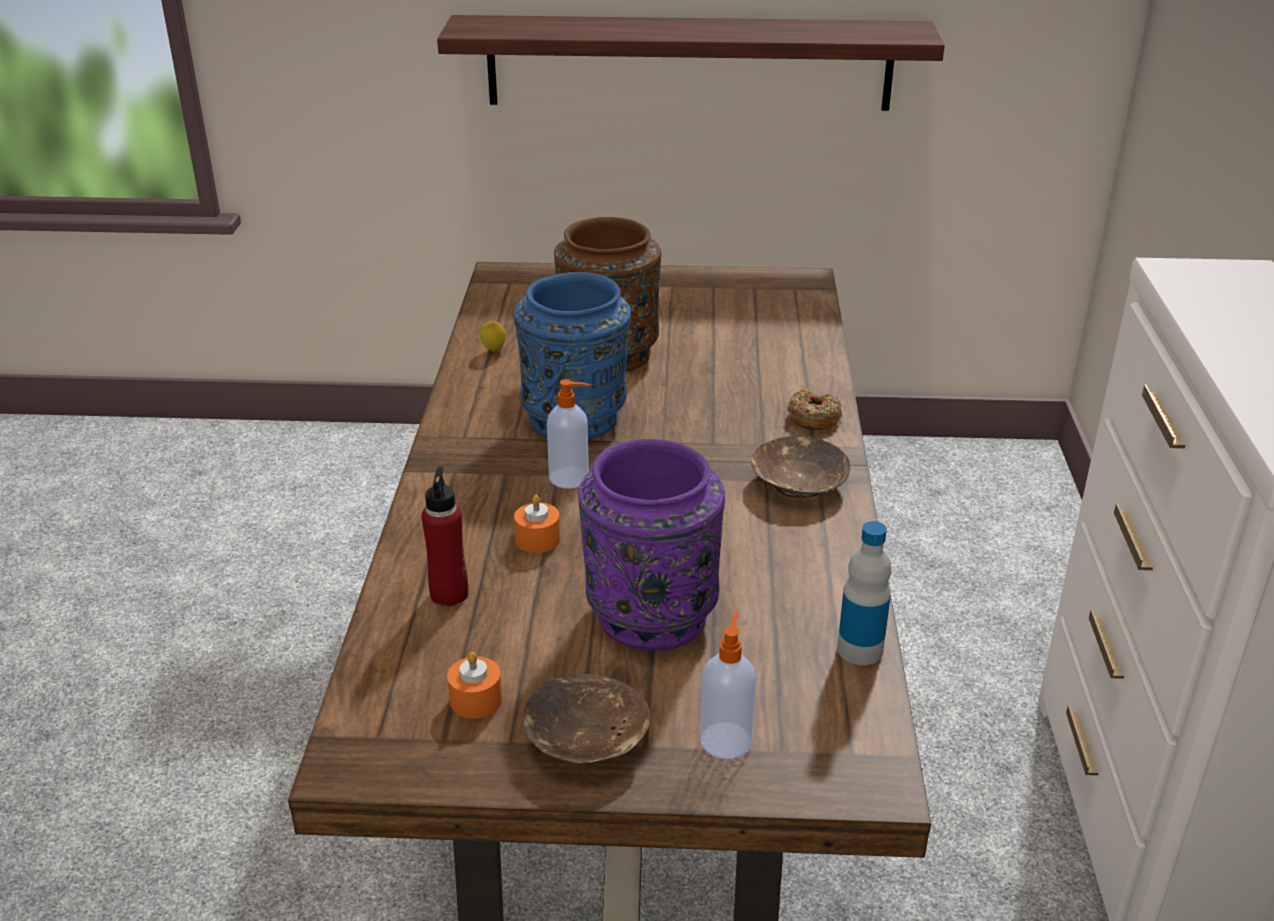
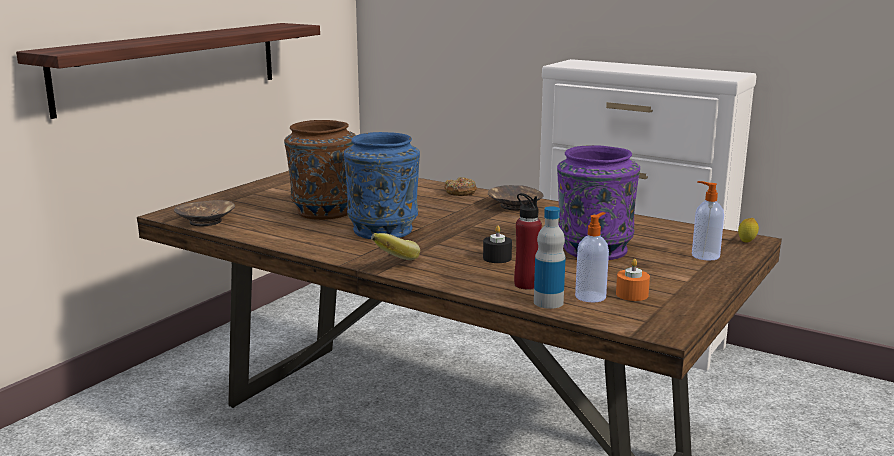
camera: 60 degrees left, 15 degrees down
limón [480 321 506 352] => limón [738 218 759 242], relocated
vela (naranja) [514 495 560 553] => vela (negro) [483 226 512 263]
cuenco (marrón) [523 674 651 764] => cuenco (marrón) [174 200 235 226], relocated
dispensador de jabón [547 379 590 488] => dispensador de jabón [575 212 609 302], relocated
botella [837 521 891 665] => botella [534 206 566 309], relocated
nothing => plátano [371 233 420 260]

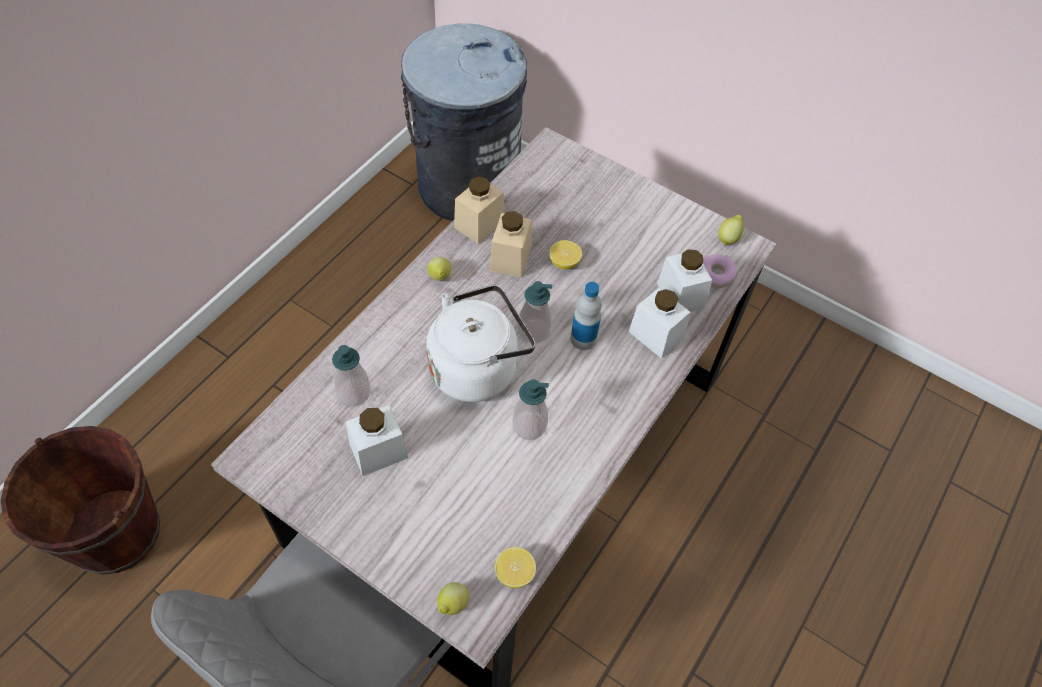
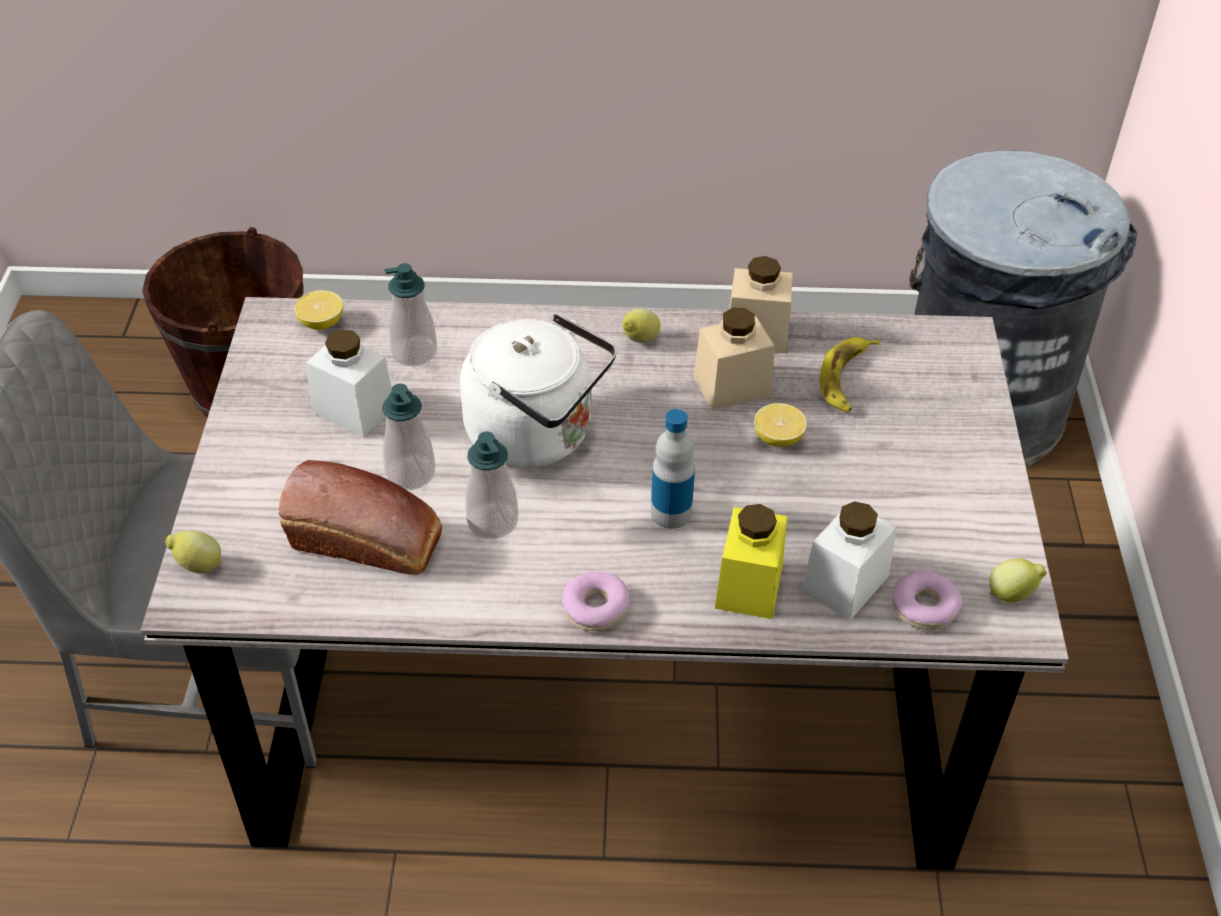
camera: 60 degrees right, 10 degrees down
limón [495 547 536 588] => limón [294 290 343 330], relocated
dispensador de jabón [518 281 552 343] => dispensador de jabón [382 384 435 490], relocated
tarro (blanco) [629 288 691 359] => tarro (amarillo) [715 504 787 619]
nothing => pan [279 460 442 575]
nothing => rosquilla [562 571 629 631]
nothing => plátano [820 337 879 412]

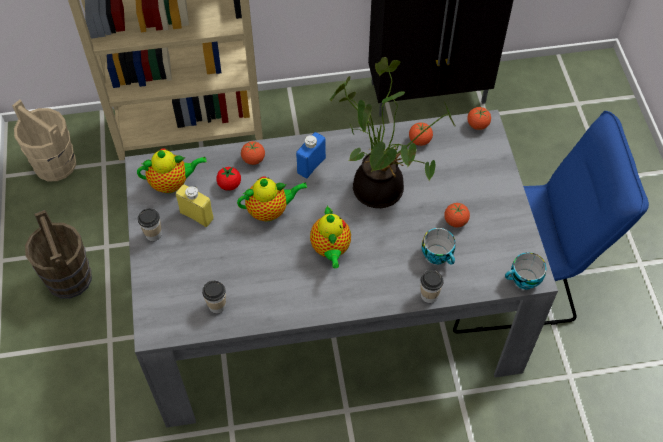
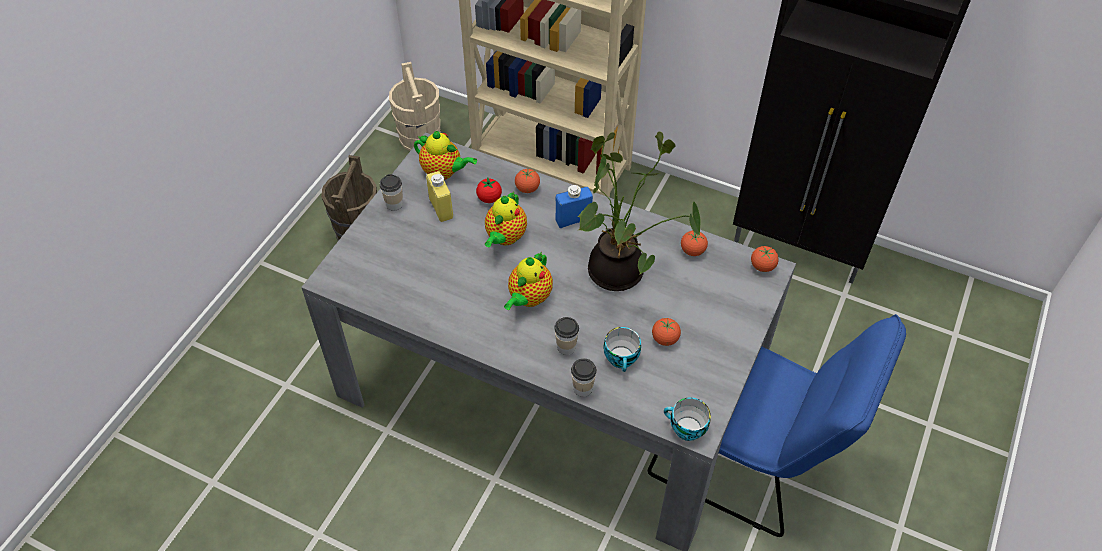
camera: 35 degrees right, 5 degrees down
taza [202 281 226 314] => taza [554 317 579 355], relocated
tetera [237 176 307 221] => tetera [485 191 527 247], 90 degrees clockwise

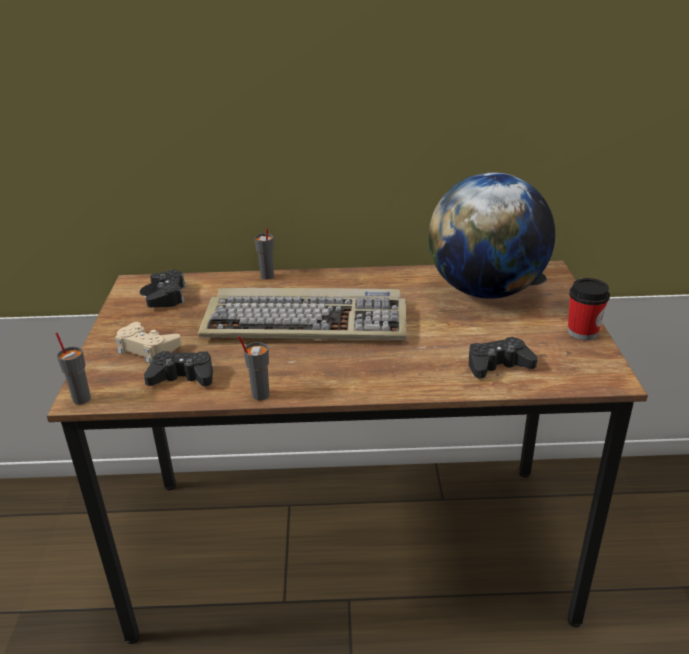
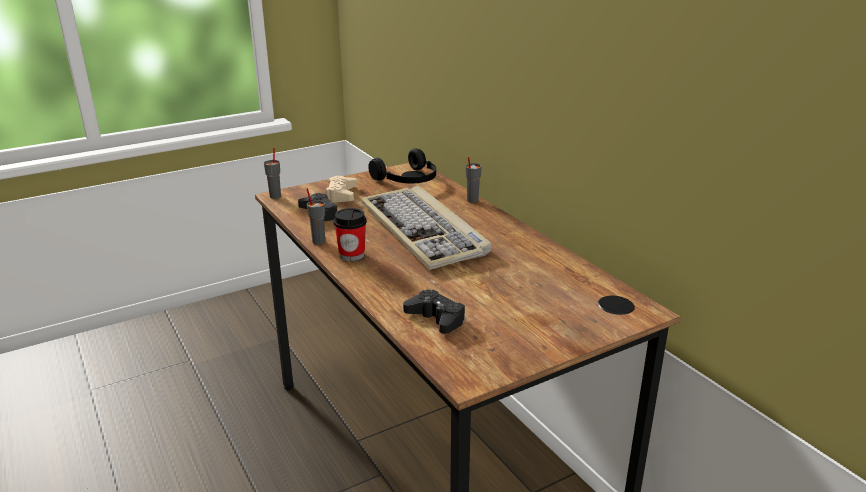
camera: 60 degrees right, 5 degrees down
mando de consola (negro) [146 270 186 307] => auriculares (negro) [368 148 436 184]
globo terráqueo [428 172 555 299] => nothing
taza [568 278 610 340] => taza [333 208 367 261], relocated

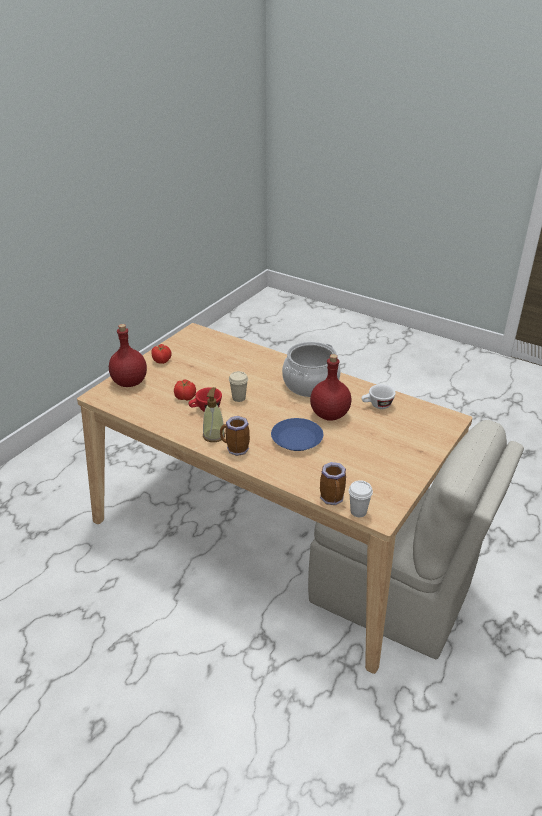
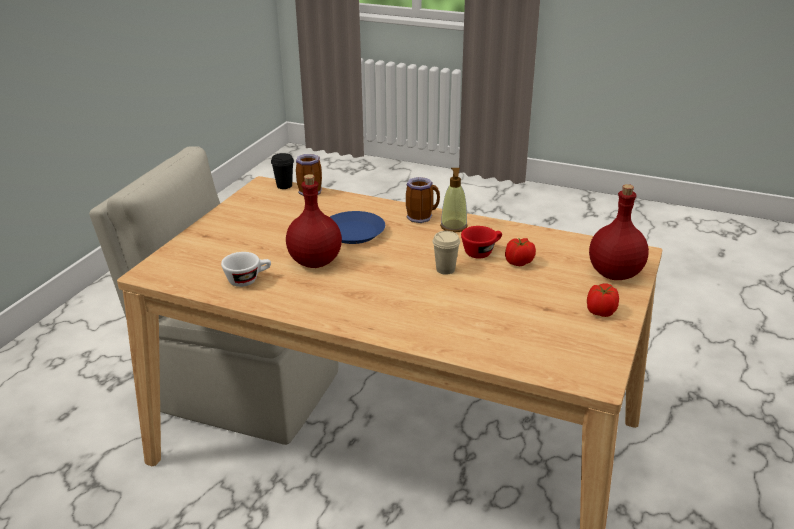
camera: 170 degrees right, 5 degrees down
olla [282 342 340 397] => nothing
taza (blanco) [349 480 373 517] => taza (negro) [271 153 294 189]

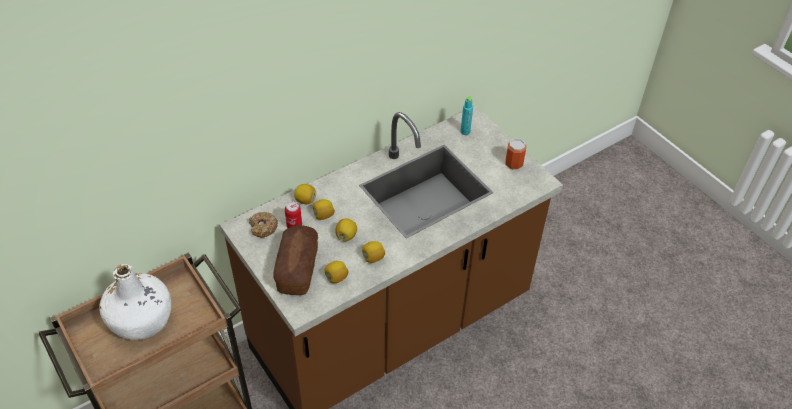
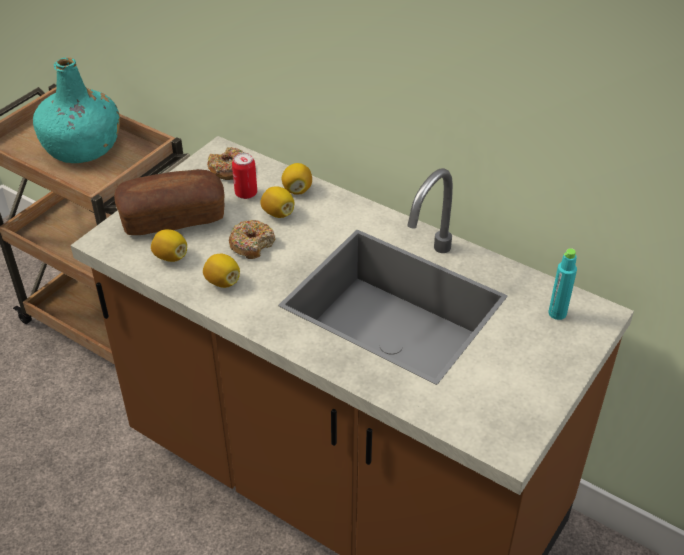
camera: 70 degrees right, 5 degrees down
botella (blanco) [99 264 171 340] => botella (turquesa) [33 57 120 163]
limón [335 218 357 241] => rosquilla [229 220 275 259]
lata [505 138 526 170] => nothing

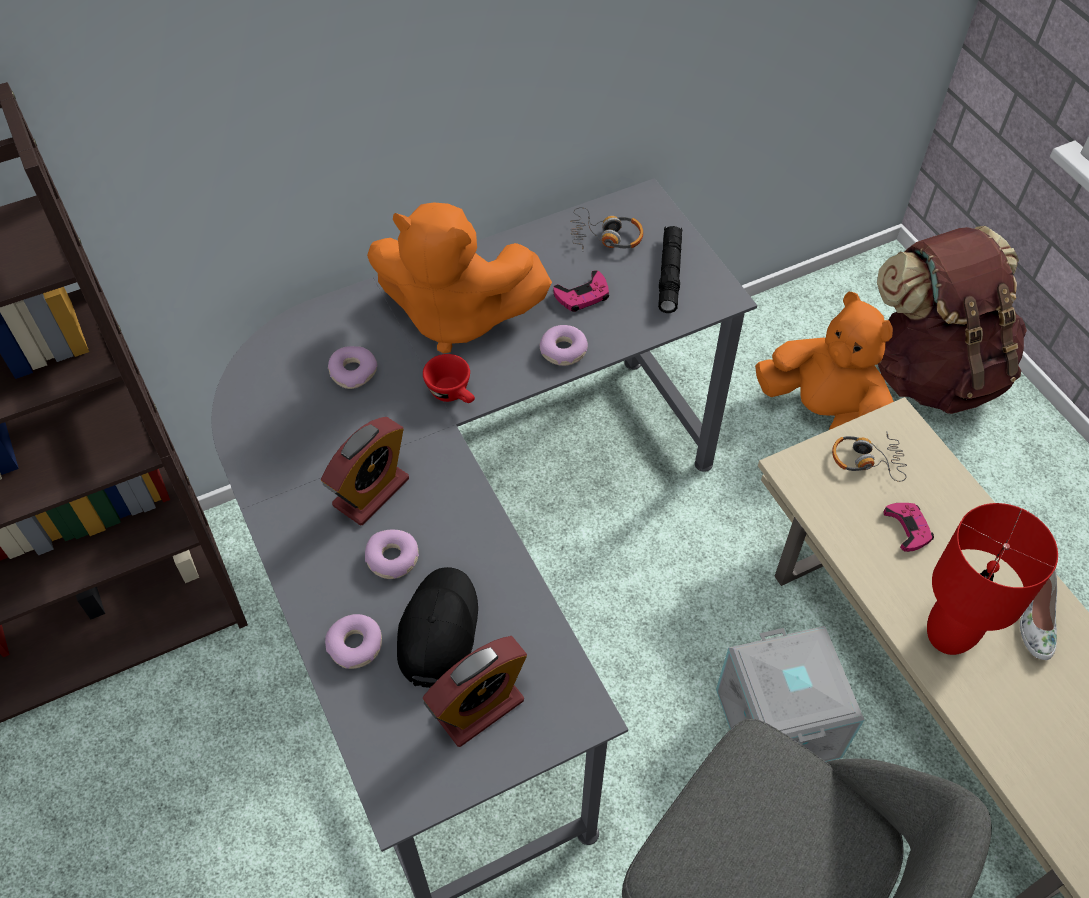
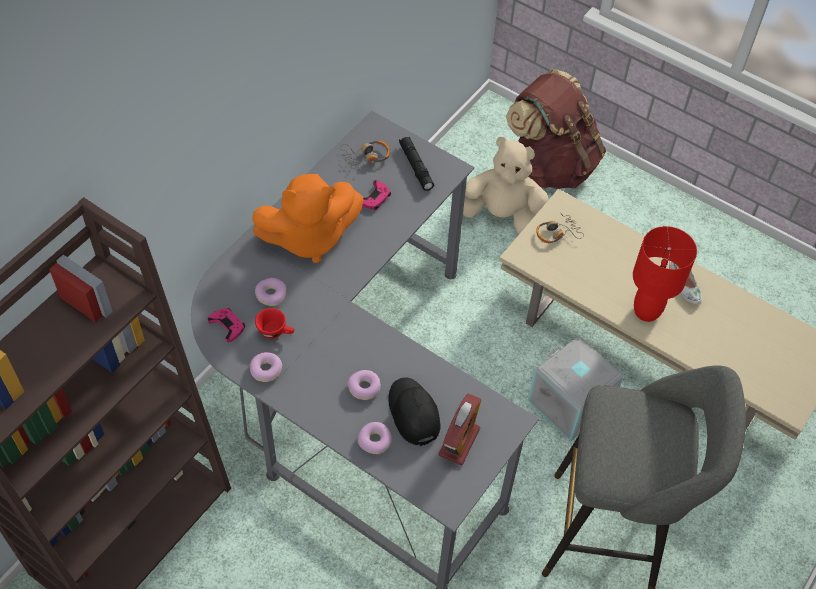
camera: 30 degrees left, 0 degrees up
despertador [321 417 409 525] => nothing
taza (rojo) [423 354 475 403] => taza (rojo) [255 308 294 339], relocated
rosquilla [540 325 588 366] => rosquilla [250 352 282 382], relocated
peluche (naranja) [755 292 894 430] => peluche (beis) [463 137 549 235]
mando de consola (rosa) [883 503 934 552] => mando de consola (rosa) [208 308 245 342], relocated

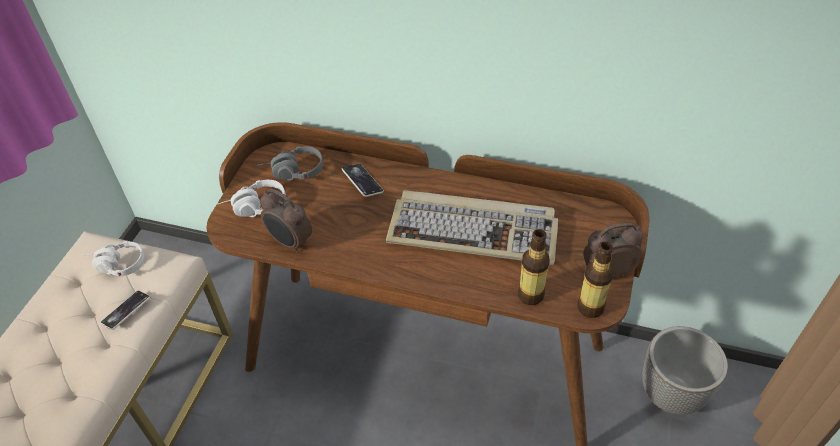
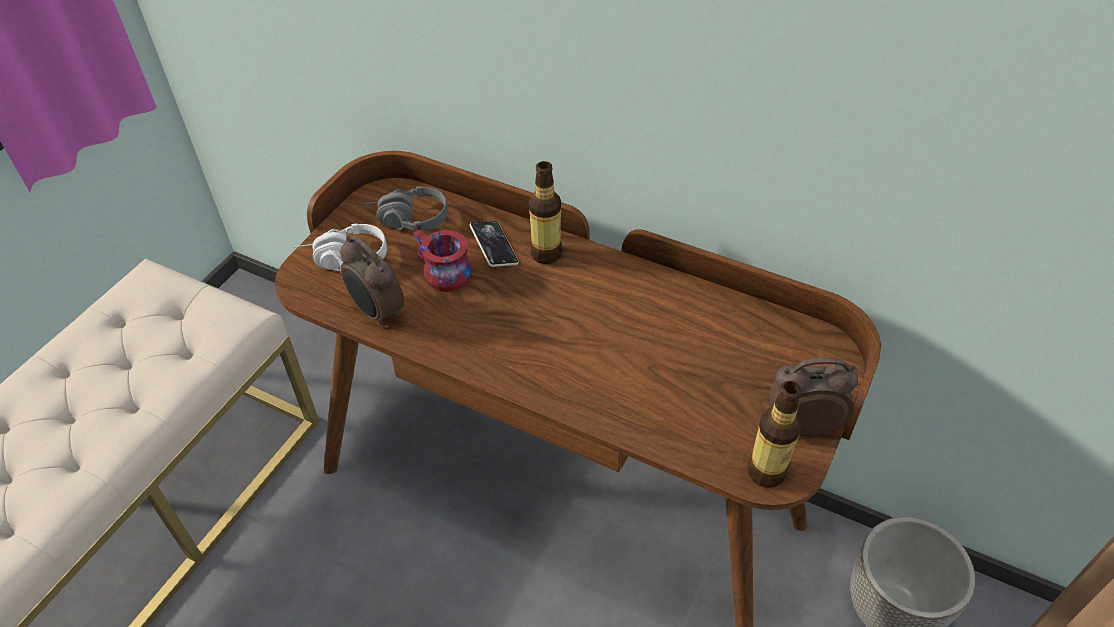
camera: 10 degrees right, 0 degrees up
auriculares (blanco) [82 241 145 277] => nothing
móvil [101 290 150 330] => nothing
teclado [386 190 558 265] => nothing
botella [518 229 550 305] => botella [529 161 562 264], relocated
nothing => taza grande (rojo) [413 229 472 292]

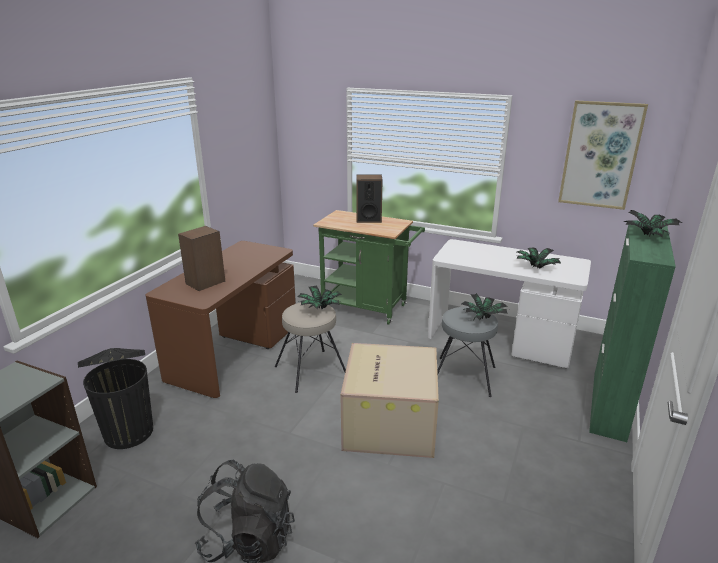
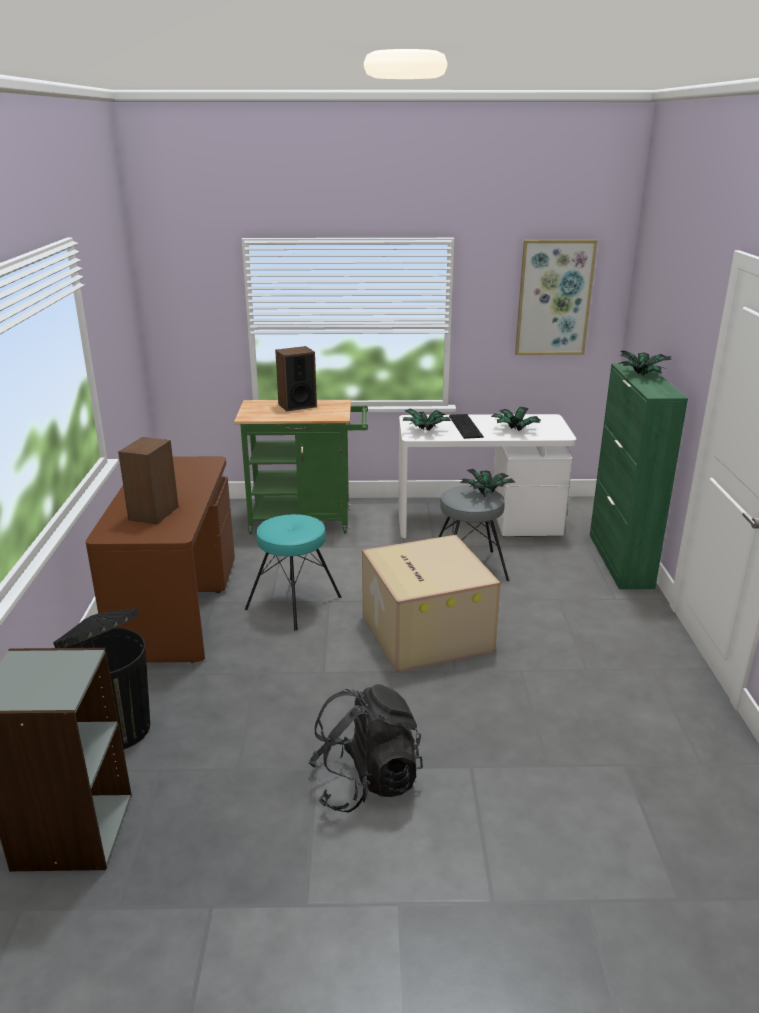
camera: 25 degrees left, 0 degrees up
taburete (beis) [275 303 346 393] => taburete (turquesa) [245 514 341 631]
planta en maceta [297 285 342 309] => planta en maceta [401 409 451 431], relocated
nothing => teclado [449 414 484 439]

